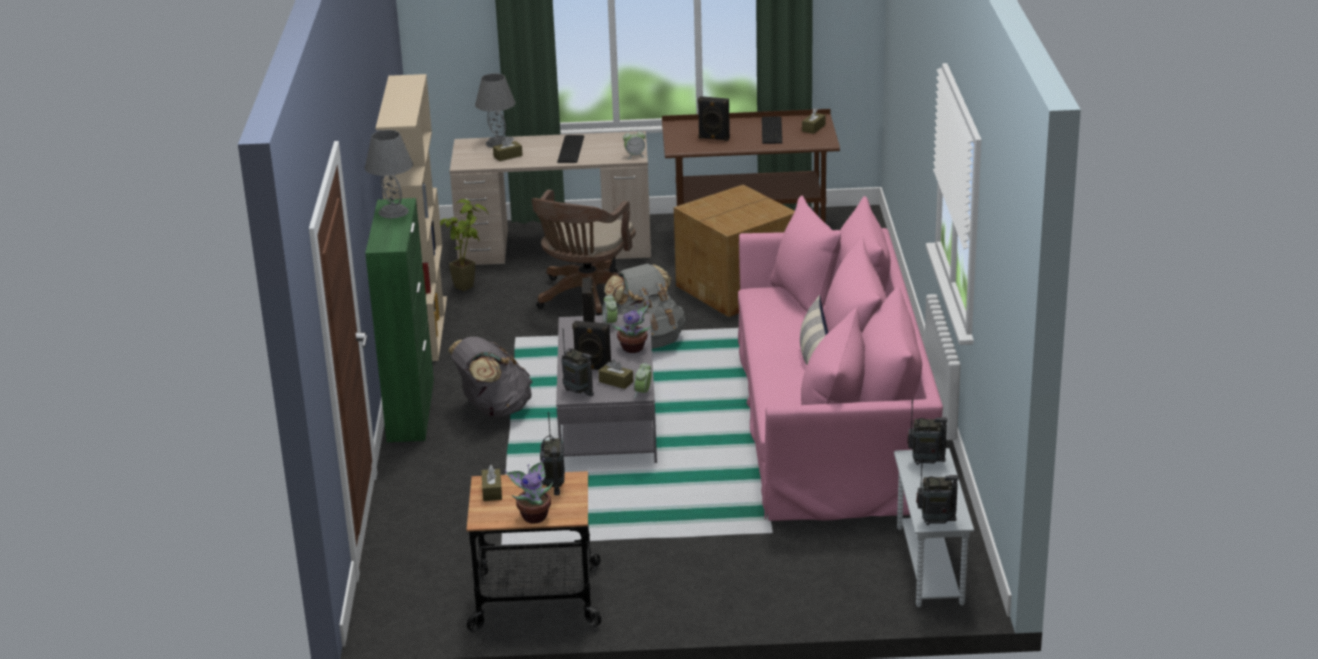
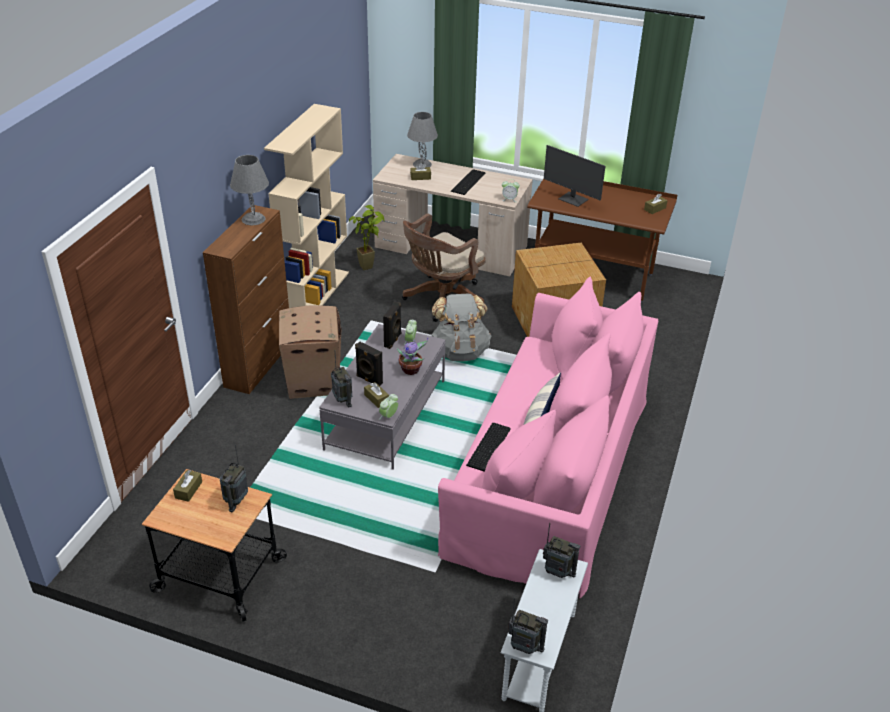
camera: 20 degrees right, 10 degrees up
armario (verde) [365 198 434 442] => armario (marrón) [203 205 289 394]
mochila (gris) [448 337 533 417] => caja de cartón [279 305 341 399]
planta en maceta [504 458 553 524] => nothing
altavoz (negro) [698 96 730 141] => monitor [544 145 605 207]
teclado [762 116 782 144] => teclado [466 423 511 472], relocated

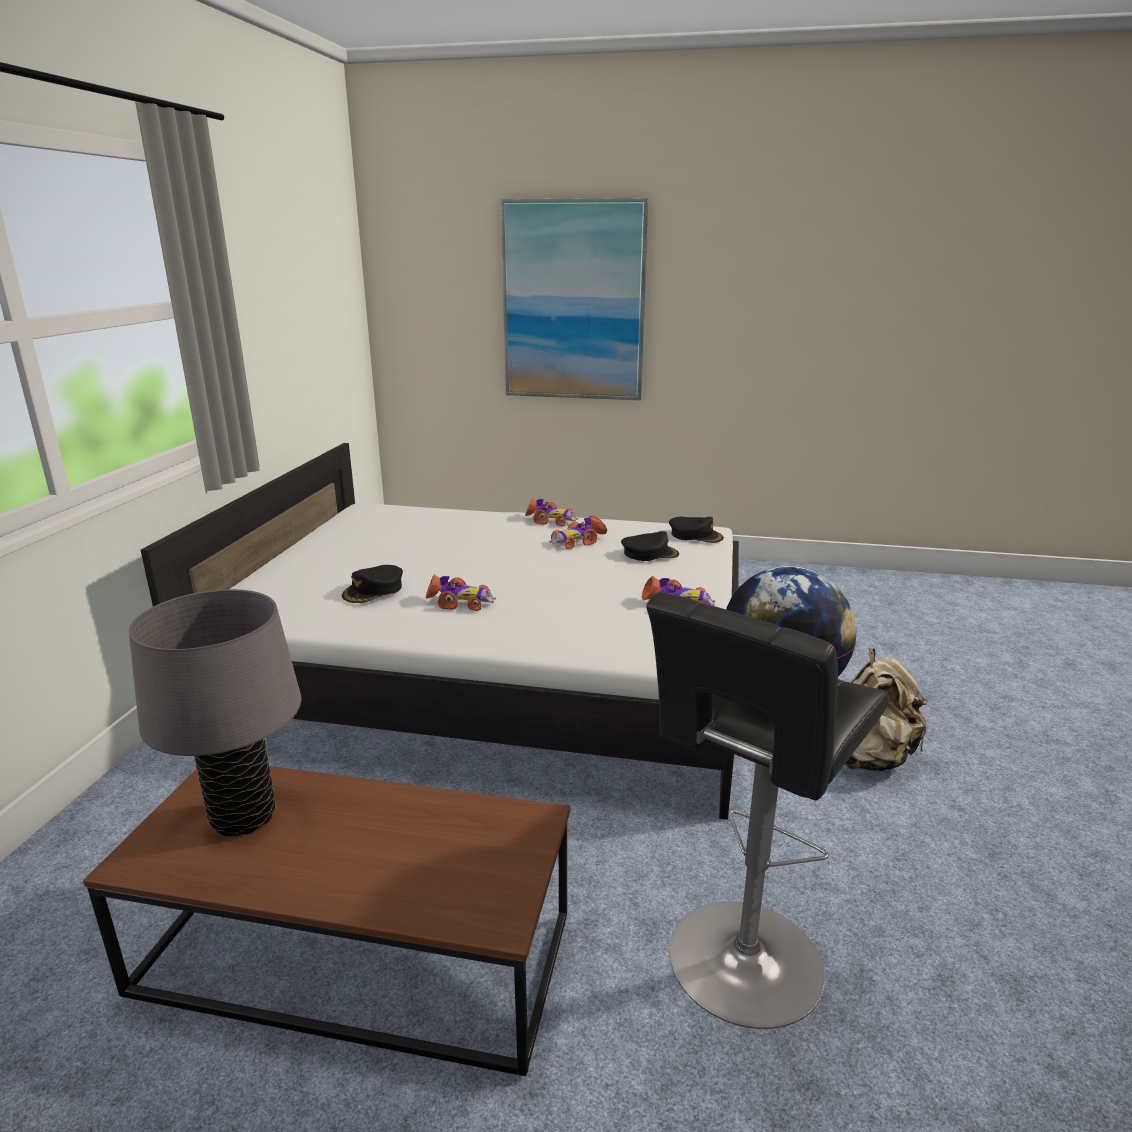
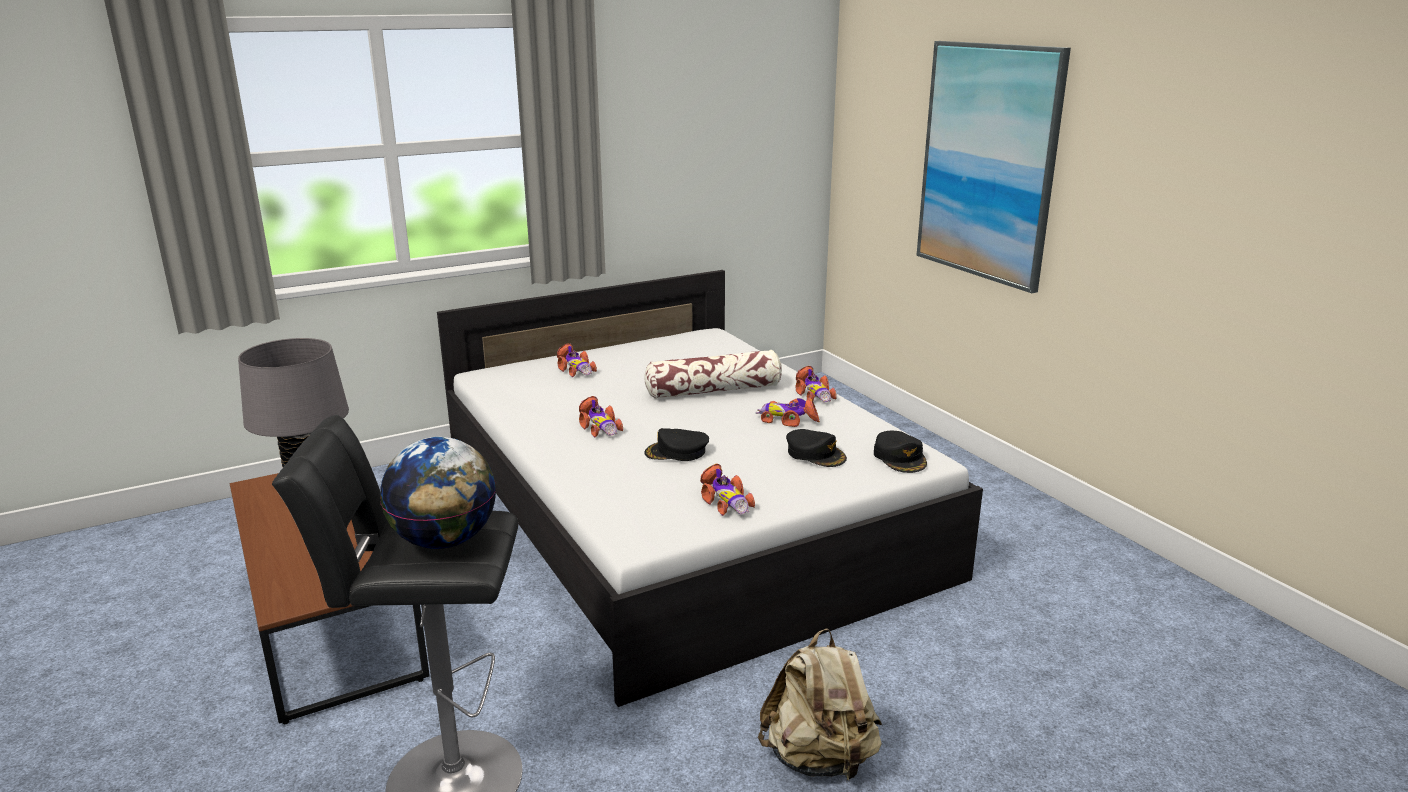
camera: 50 degrees right, 0 degrees up
gorra (negro) [342 565 403 603] => gorra (negro) [644 428 709 461], relocated
nothing => coche de juguete [557 343 597 377]
nothing => cojín [644 350 782 399]

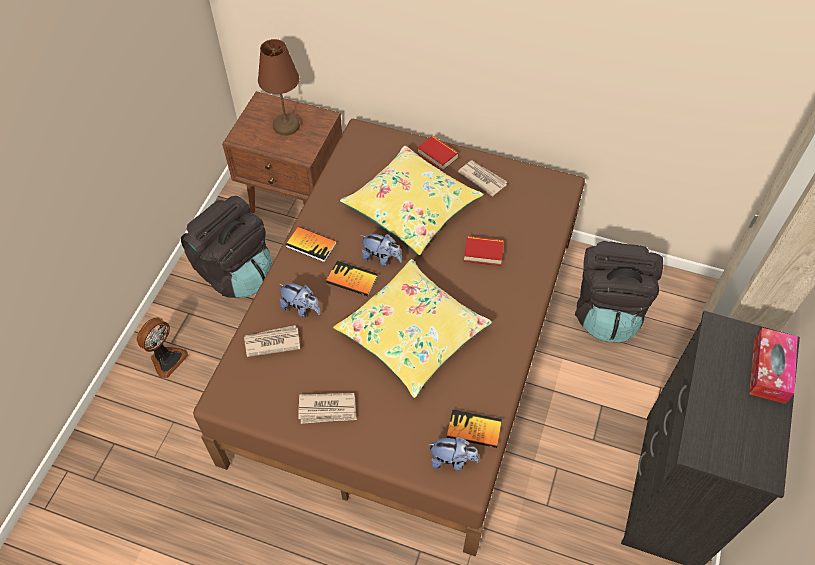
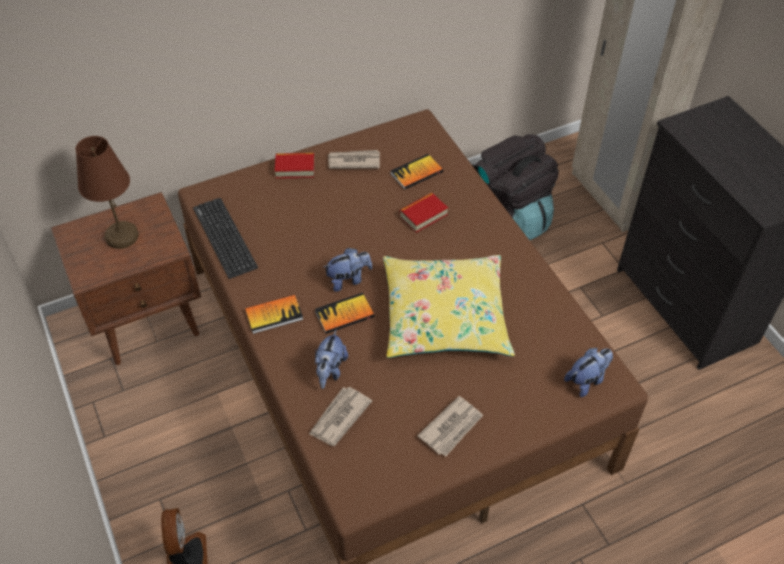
camera: 45 degrees left, 5 degrees down
mochila (negro) [181 196 273 298] => nothing
peluche [279 283 321 317] => peluche [315 330 348 389], 120 degrees clockwise
cojín (amarillo) [340 146 483 255] => nothing
libro [447 409 502 448] => libro [390 154 443 190], relocated
caja de pañuelos [749 328 798 404] => nothing
nothing => teclado [193 198 258 279]

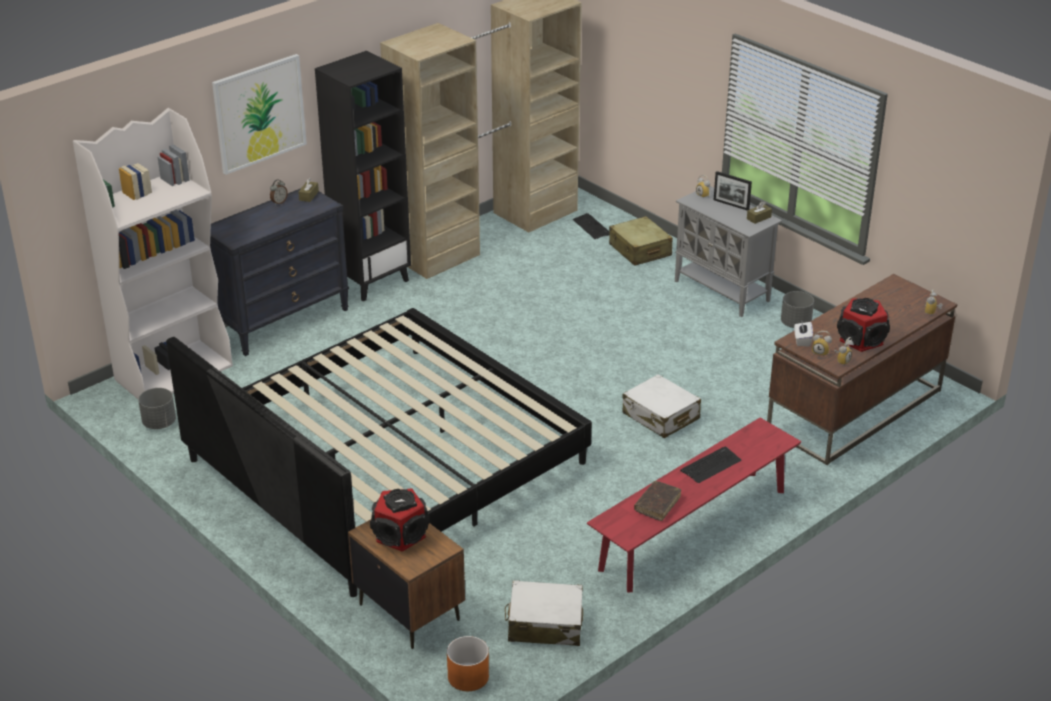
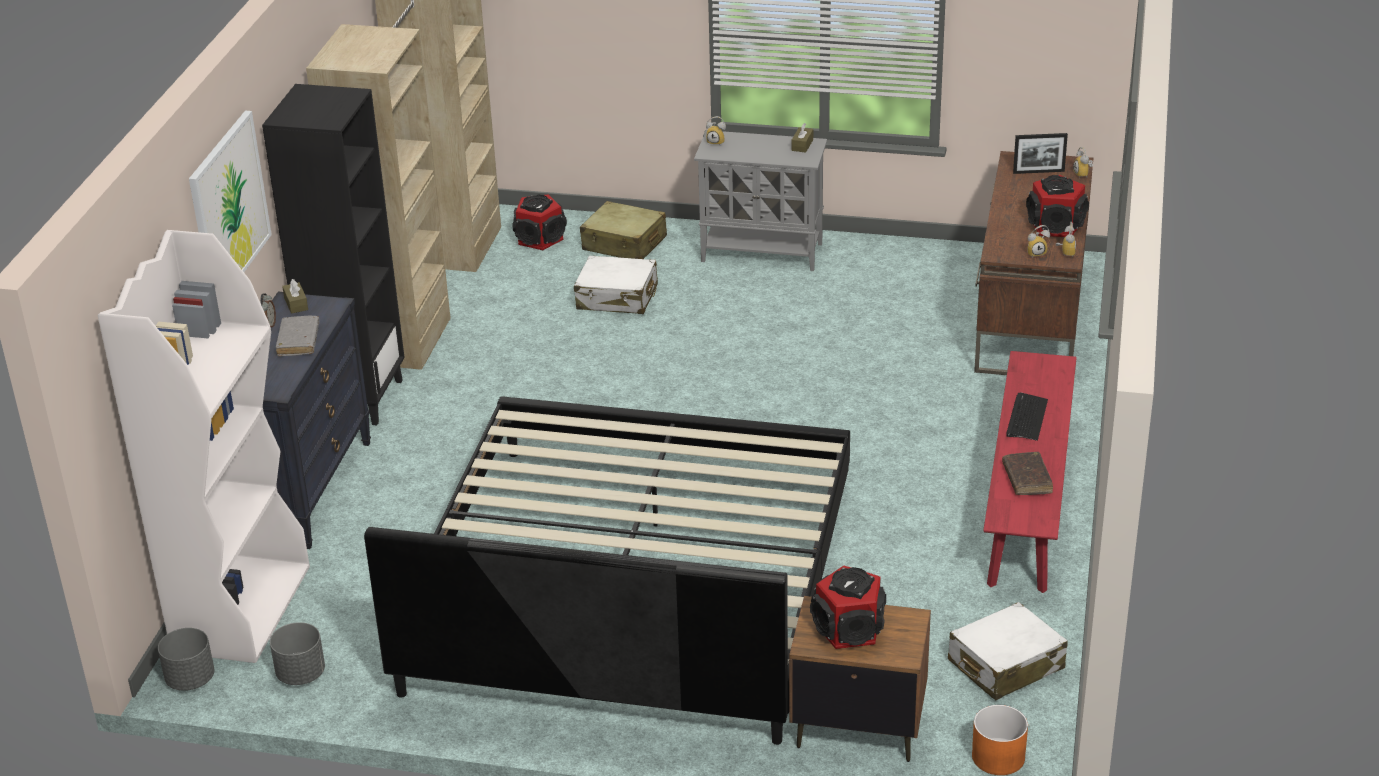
camera: 35 degrees left, 0 degrees up
teclado [573 213 609 239] => altavoz [513 194 567 250]
maleta (blanco) [623 374 701 438] => maleta (blanco) [574 256 658 314], relocated
portarretratos [714 171 752 211] => portarretratos [1013 133 1068 174], relocated
maceta (gris) [781 291 814 328] => maceta (gris) [158 628 214 691], relocated
caja de pañuelos (blanco) [794 322 813 346] => nothing
nothing => libro (gris) [276 316 319 356]

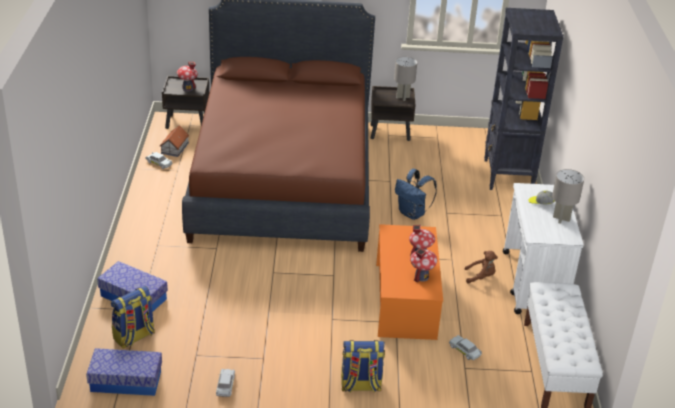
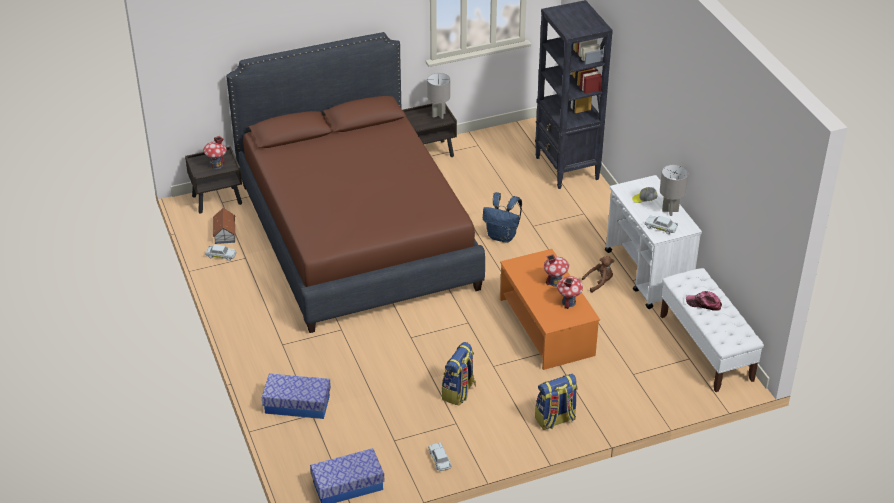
camera: 20 degrees left, 5 degrees up
mochila [111 286 155 348] => mochila [442 342 476 406], relocated
coche de juguete (blanco) [449 335 482 360] => coche de juguete (blanco) [645 216 678 234], relocated
nothing => gorra [686 291 722 311]

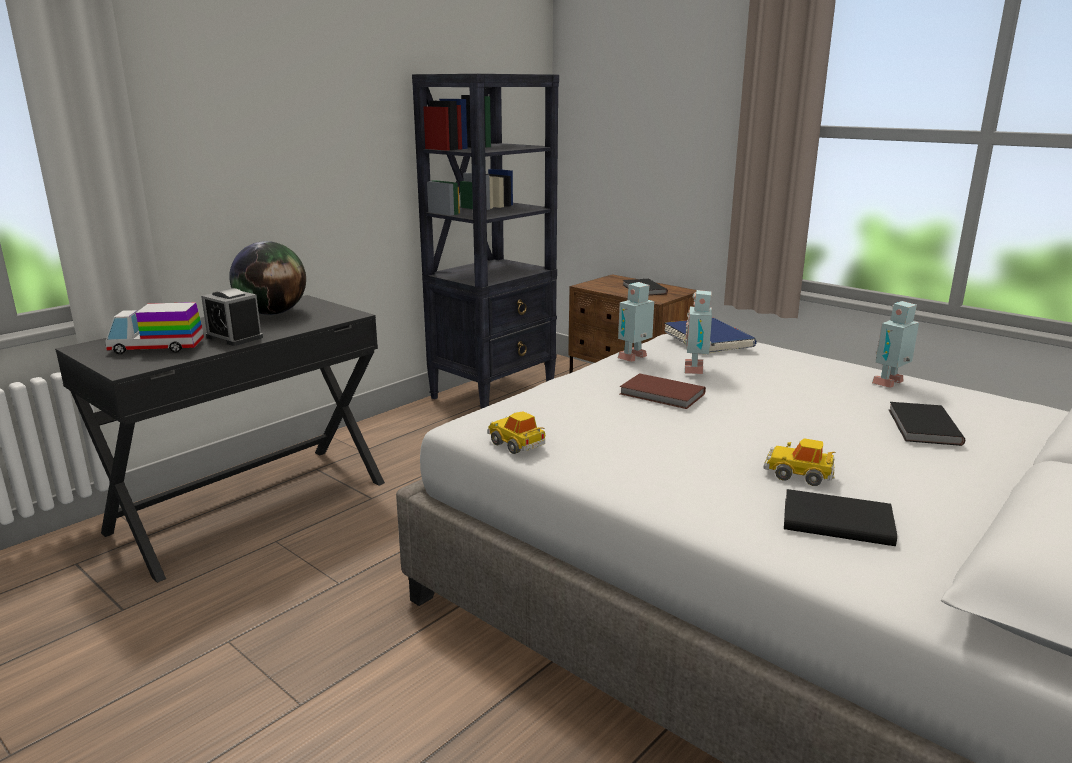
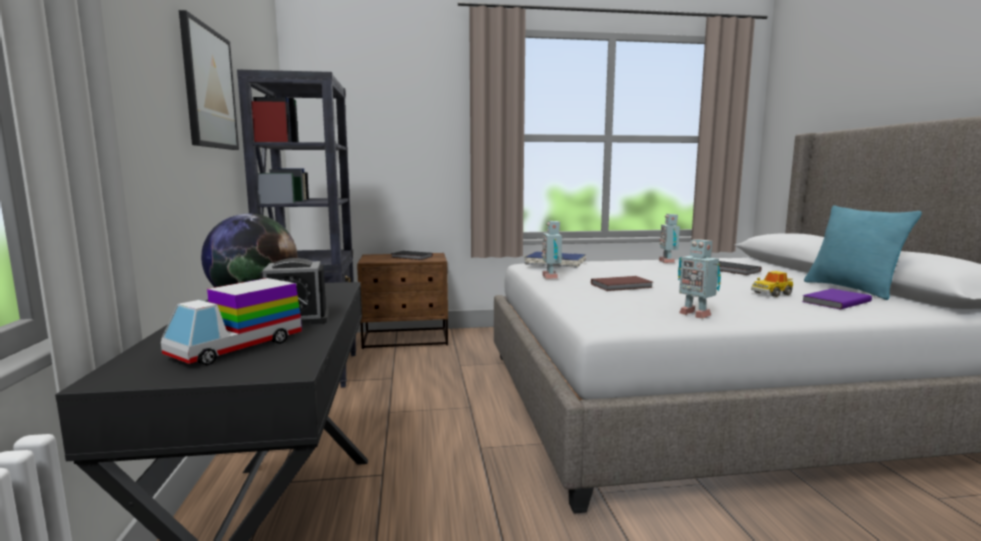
camera: 50 degrees left, 10 degrees down
coche de juguete [487 411 546 454] => nothing
robot de juguete [683 290 715 374] => robot de juguete [678 239 721 319], relocated
libro (negro) [784 489 897 546] => libro (morado) [802 289 872 310]
nothing => cuadro [179 10 239 150]
nothing => cojín (turquesa) [804 205 922 300]

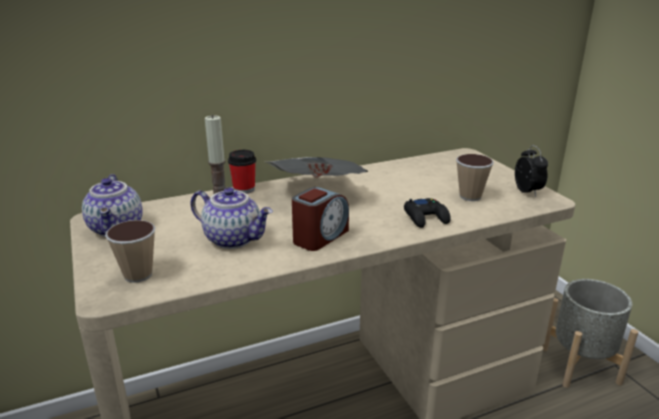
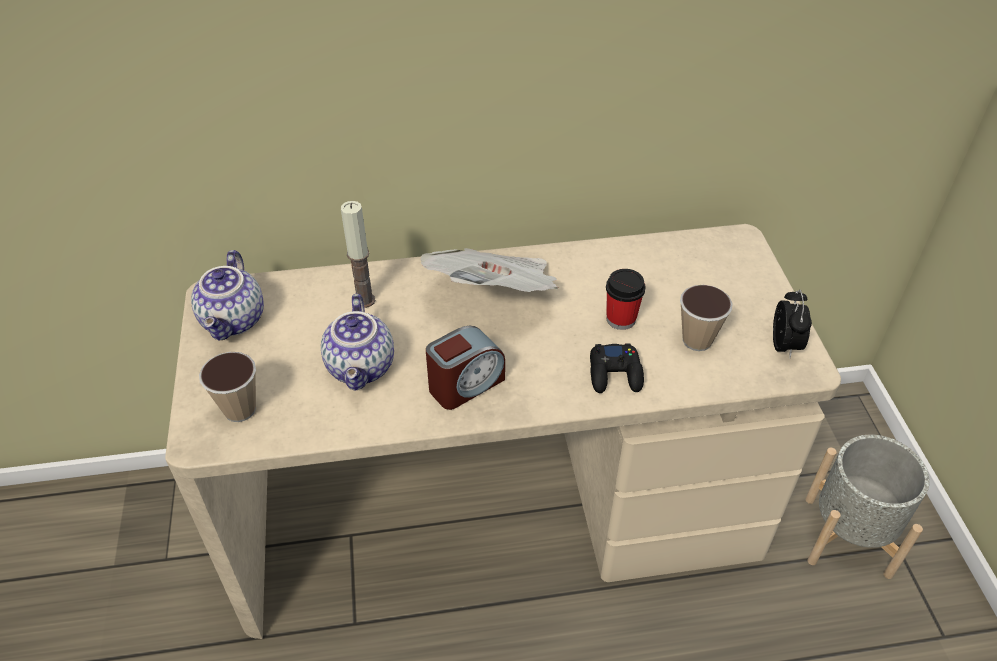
camera: 15 degrees right, 20 degrees up
tetera [191 187 273 249] => tetera [321 294 394 391], 45 degrees clockwise
taza [228 150 256 194] => taza [606 269 646 330], relocated

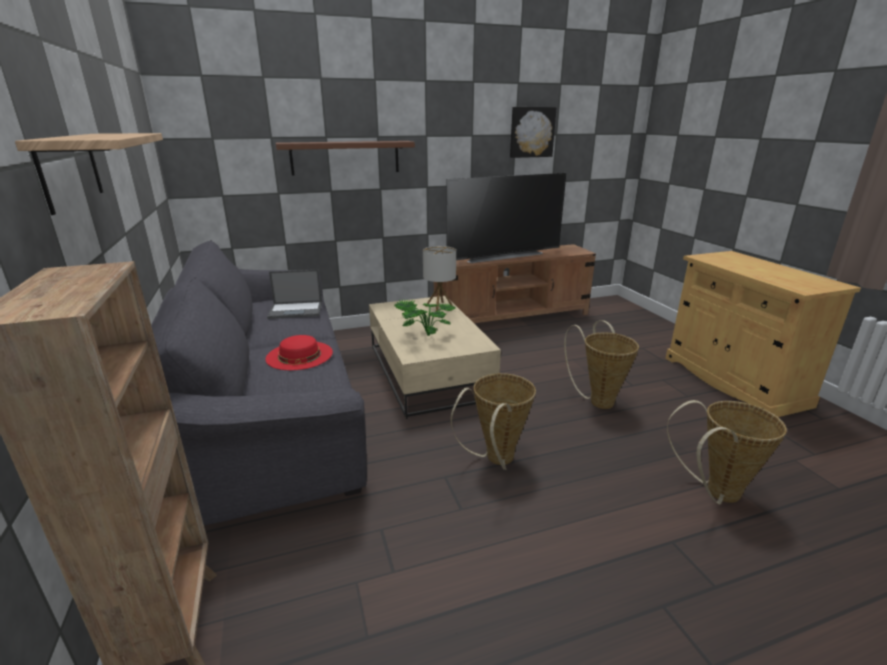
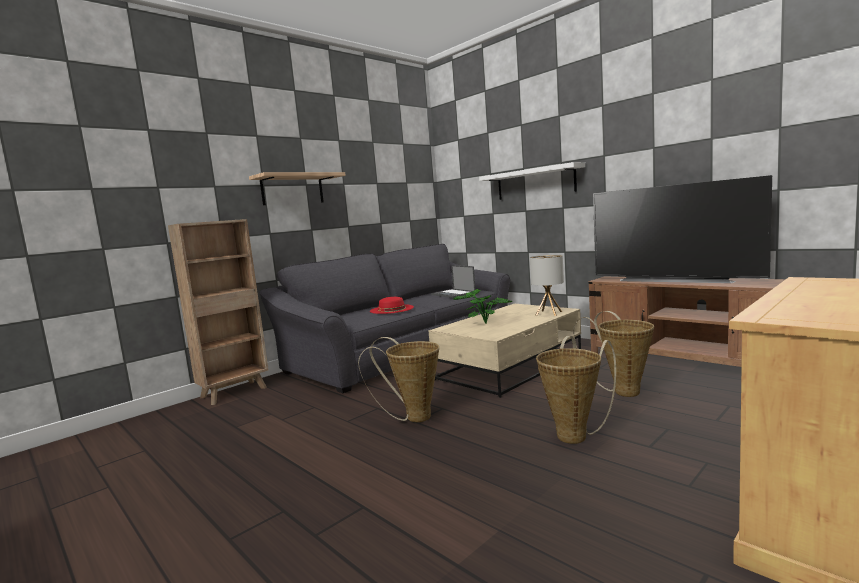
camera: 65 degrees right, 15 degrees down
estante (marrón) [276 141 415 176] => estante (blanco) [479 162 585 200]
cuadro [510 107 557 158] => nothing
cesta [667 400 787 505] => cesta [573 311 654 397], relocated

